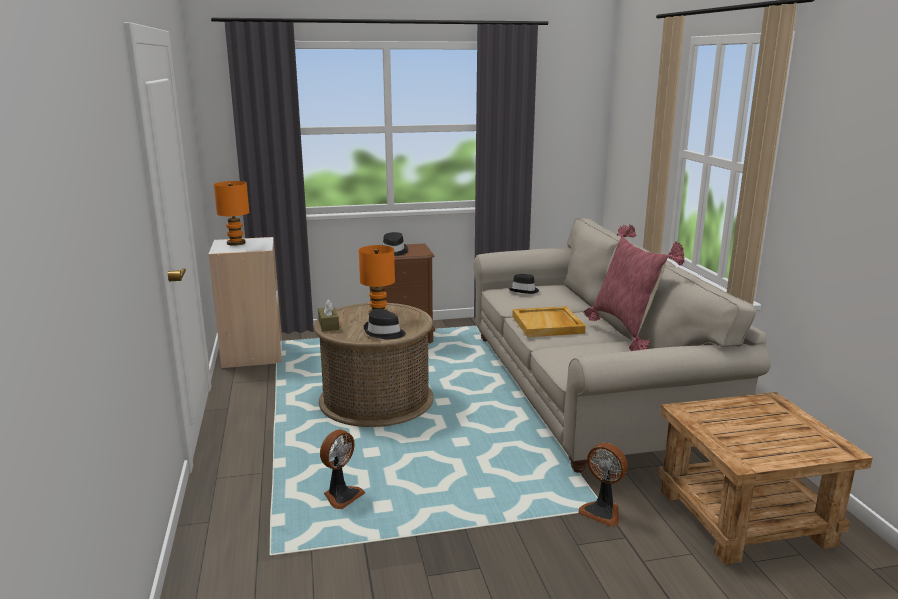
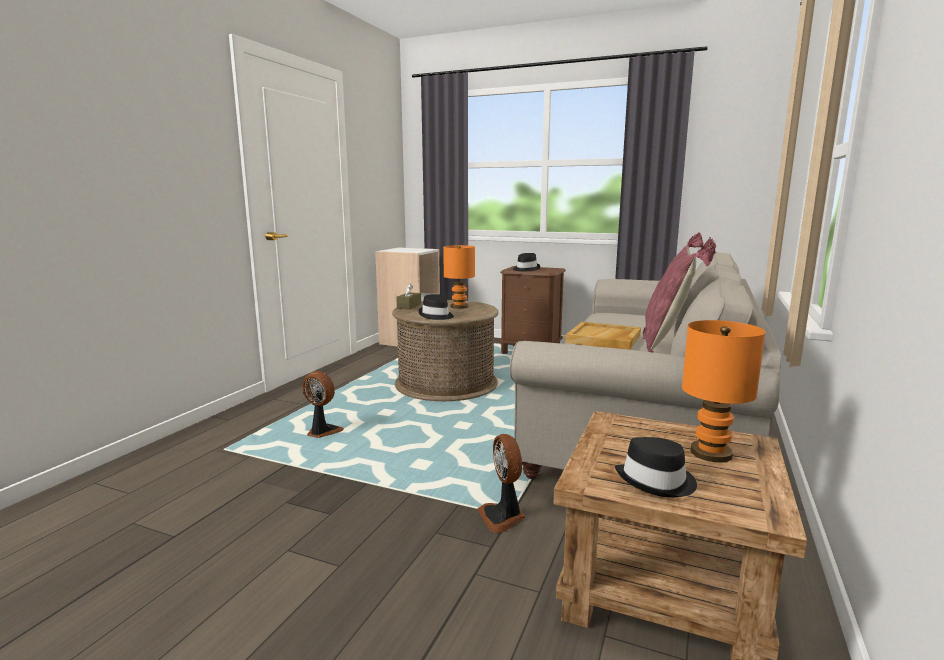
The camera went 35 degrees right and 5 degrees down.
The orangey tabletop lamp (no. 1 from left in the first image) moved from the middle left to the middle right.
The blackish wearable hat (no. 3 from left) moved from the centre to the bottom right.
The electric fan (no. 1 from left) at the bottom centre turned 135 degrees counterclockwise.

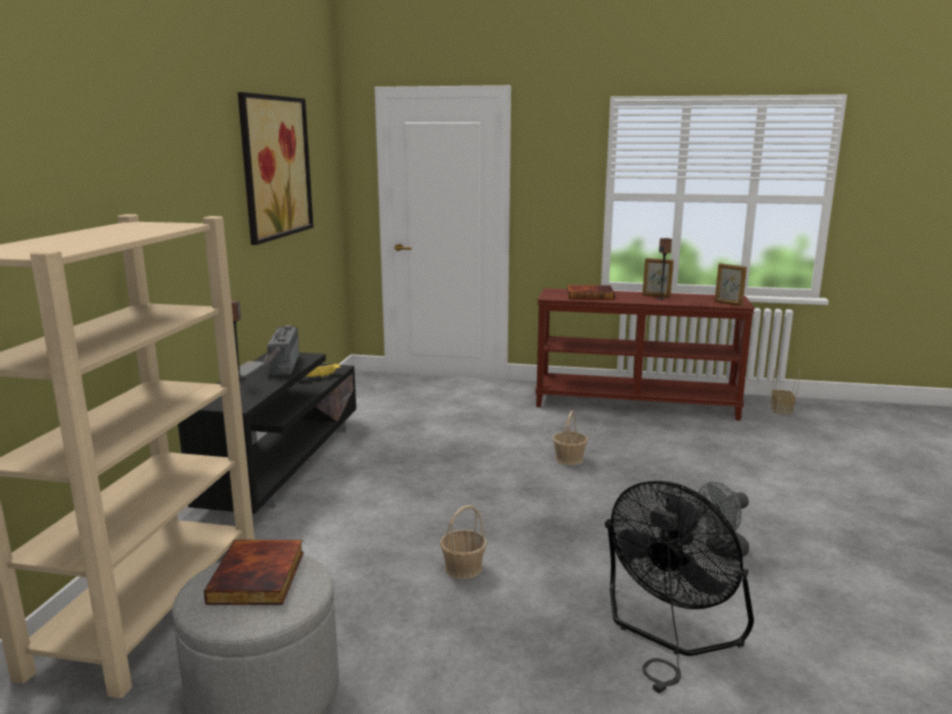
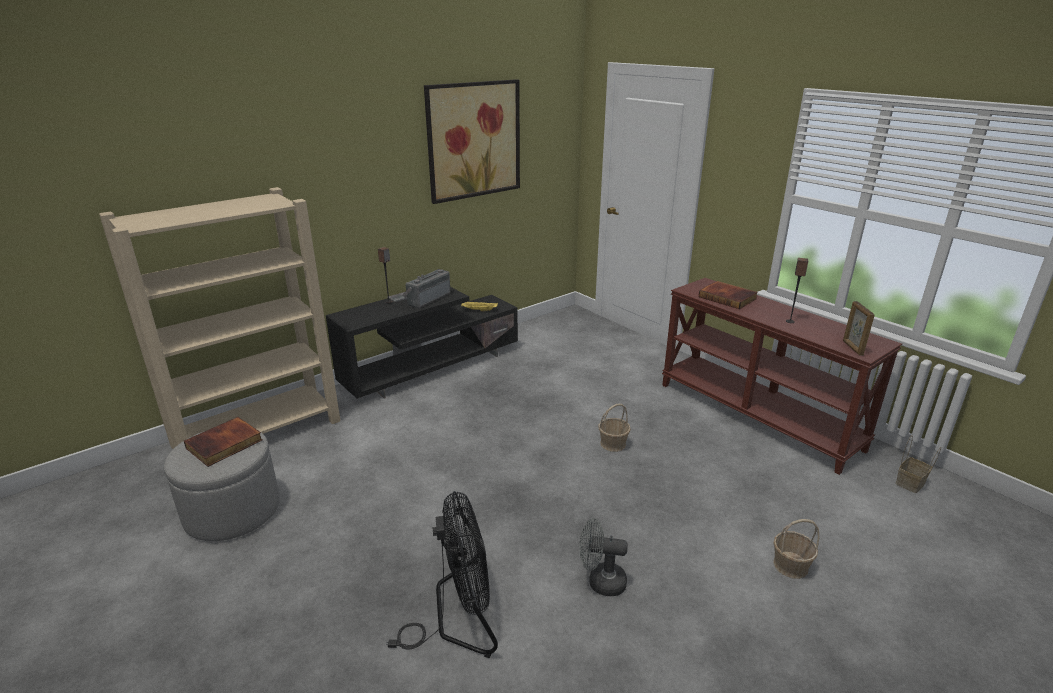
The camera went 40 degrees right and 10 degrees up.
The standing frame (no. 1 from left) at the middle right disappeared.
The basket (no. 1 from left in the first image) moved from the bottom centre to the bottom right.

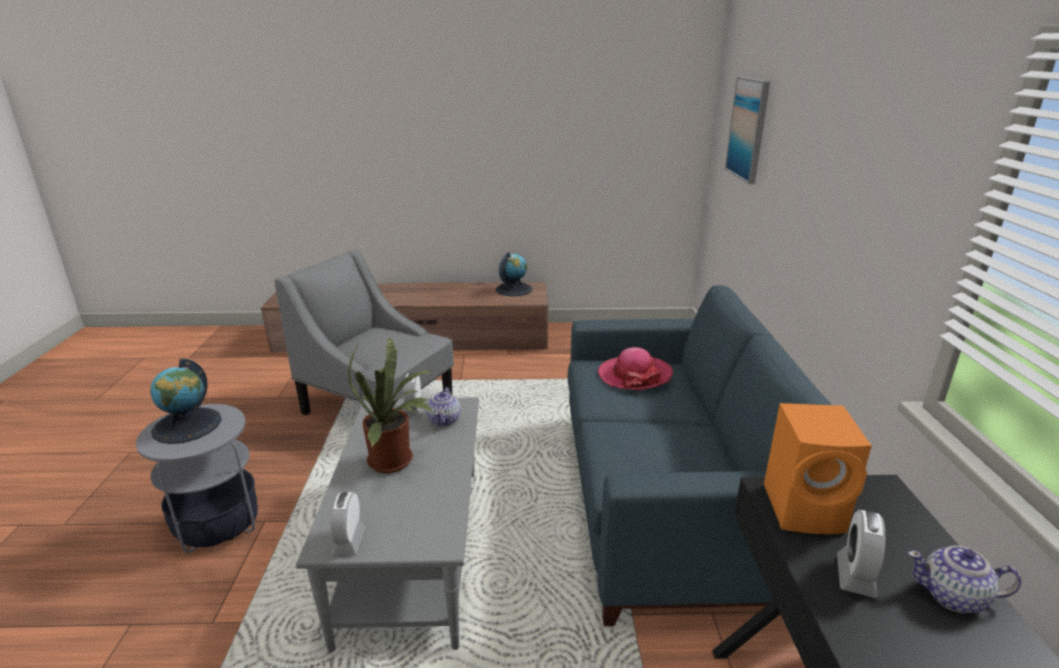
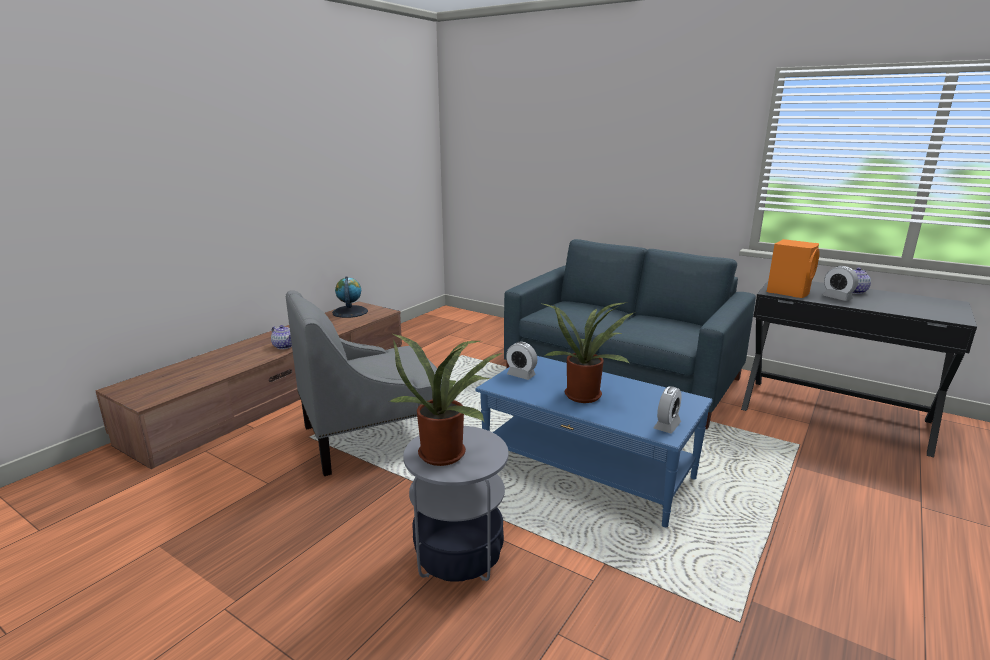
The camera went 55 degrees left and 5 degrees down.
The wearable hat at the centre disappeared.
The picture at the top right disappeared.
The teapot (no. 1 from left) moved from the centre to the middle left.
The world globe (no. 1 from left) at the middle left was replaced by the potted plant (no. 1 from left) at the centre.
The greyish lounge table at the bottom centre became the blue-coloured lounge table at the bottom centre.
The table clock (no. 1 from left in the first image) at the bottom left turned 90 degrees counterclockwise.

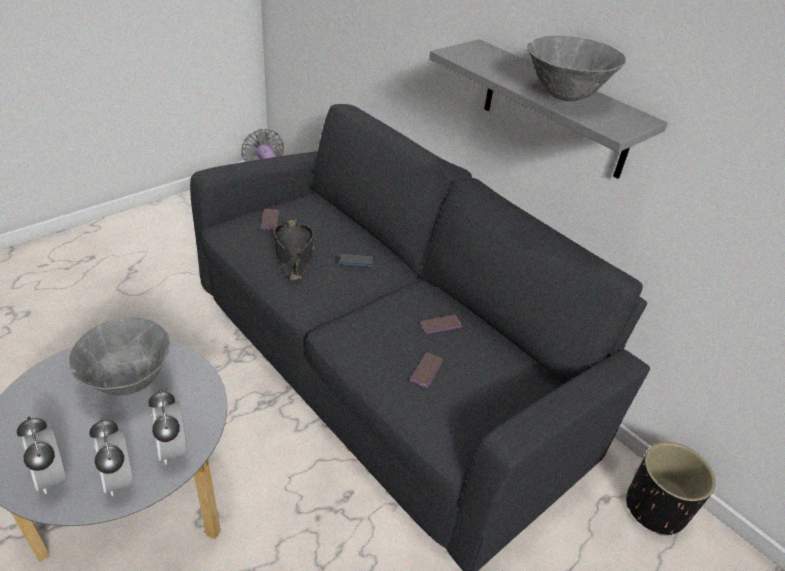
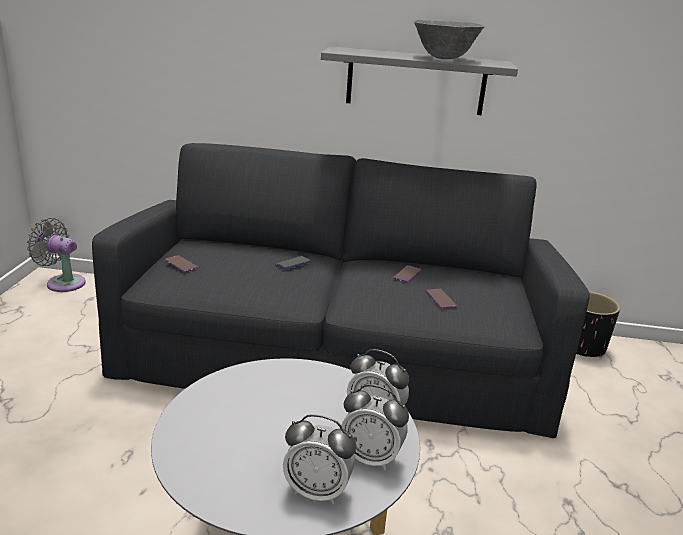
The camera went 40 degrees left and 15 degrees down.
The greyish bowl (no. 1 from left) at the middle left disappeared.
The blackish wearable hat at the centre disappeared.

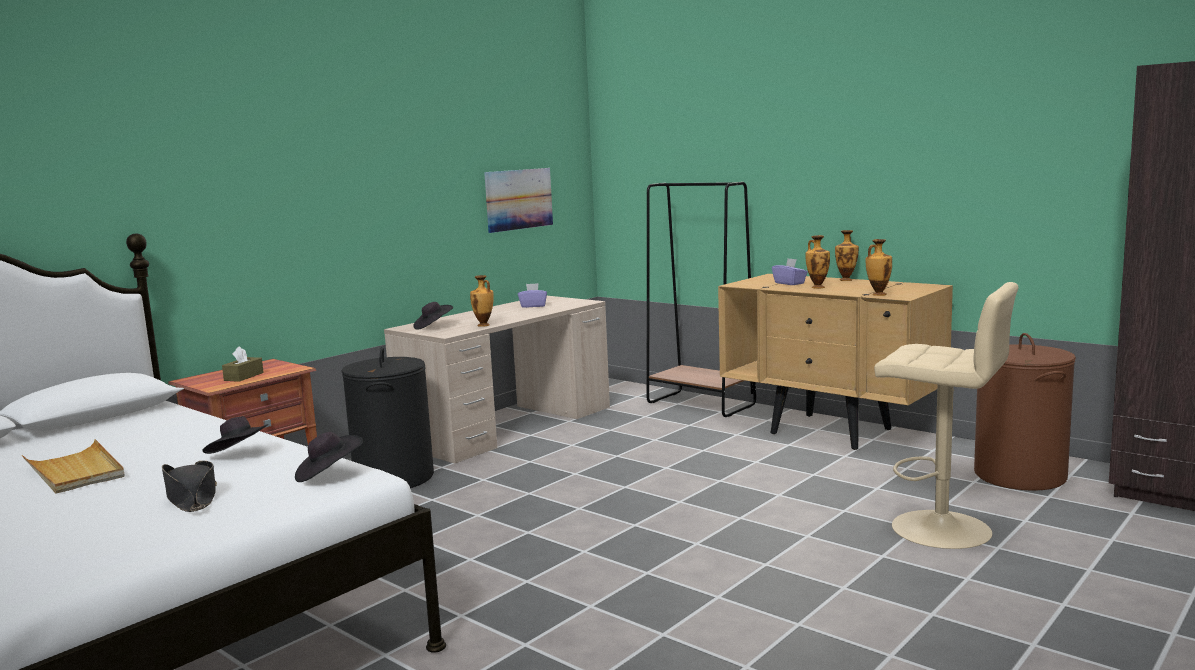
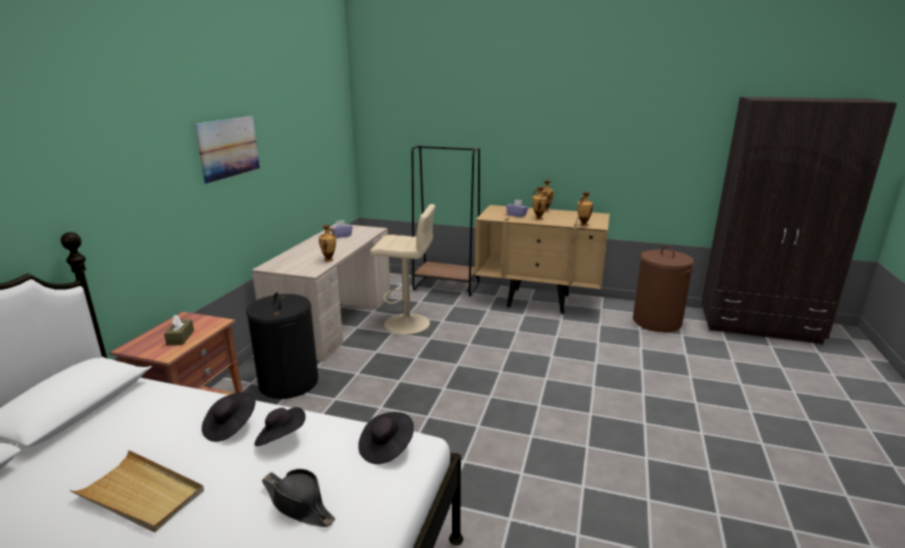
The camera went 25 degrees left and 10 degrees up.
The blackish wearable hat (no. 4 from left in the first image) moved from the centre to the bottom left.
The picture moved from the top centre to the top left.
The beige-coloured stool seat moved from the middle right to the centre.

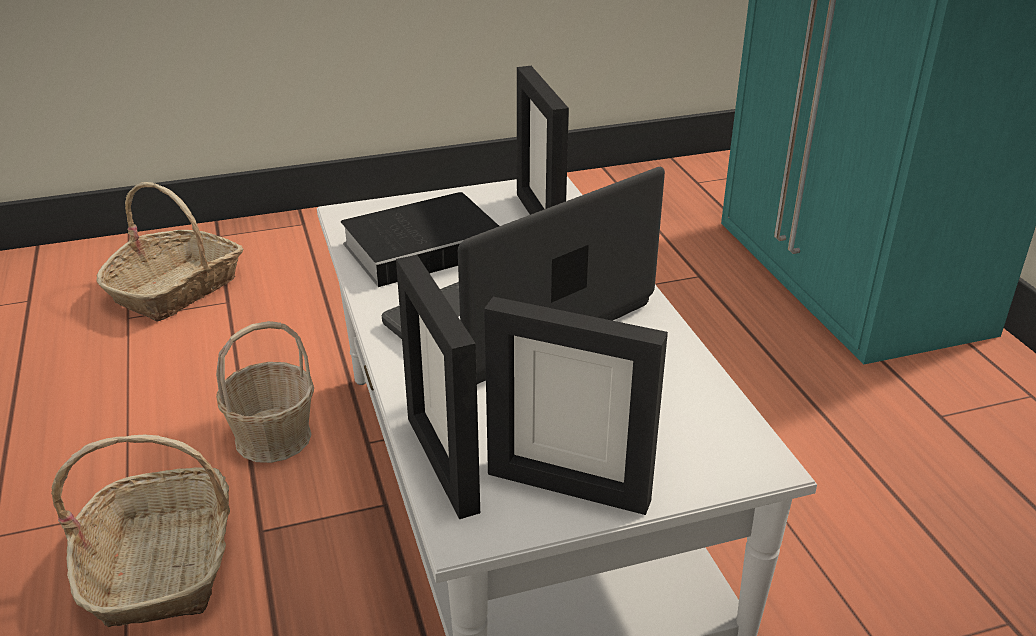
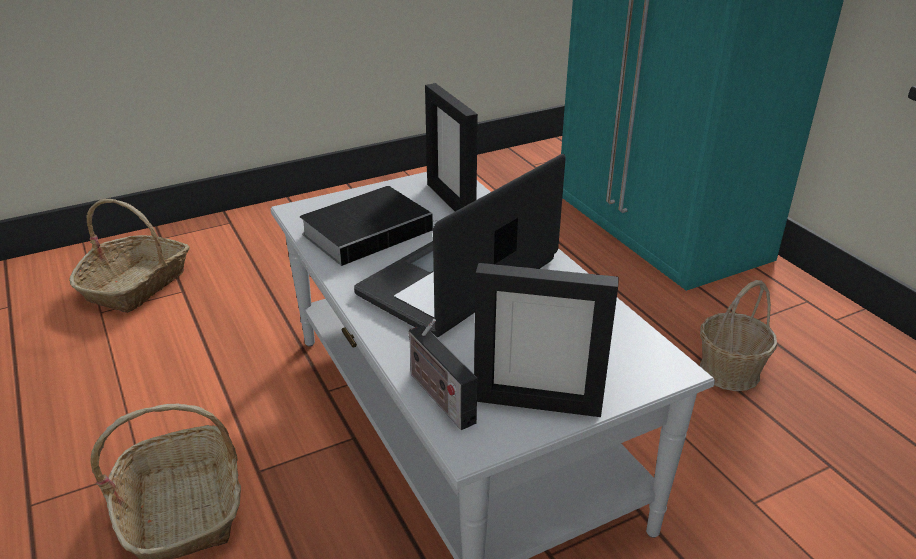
The camera went 10 degrees left and 0 degrees up.
The basket (no. 3 from left) moved from the middle left to the middle right.
The standing frame (no. 1 from left) at the centre was replaced by the radio at the bottom centre.

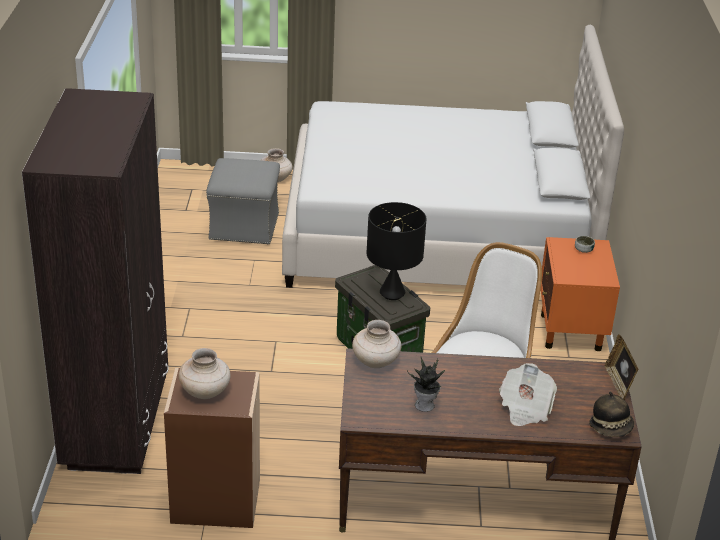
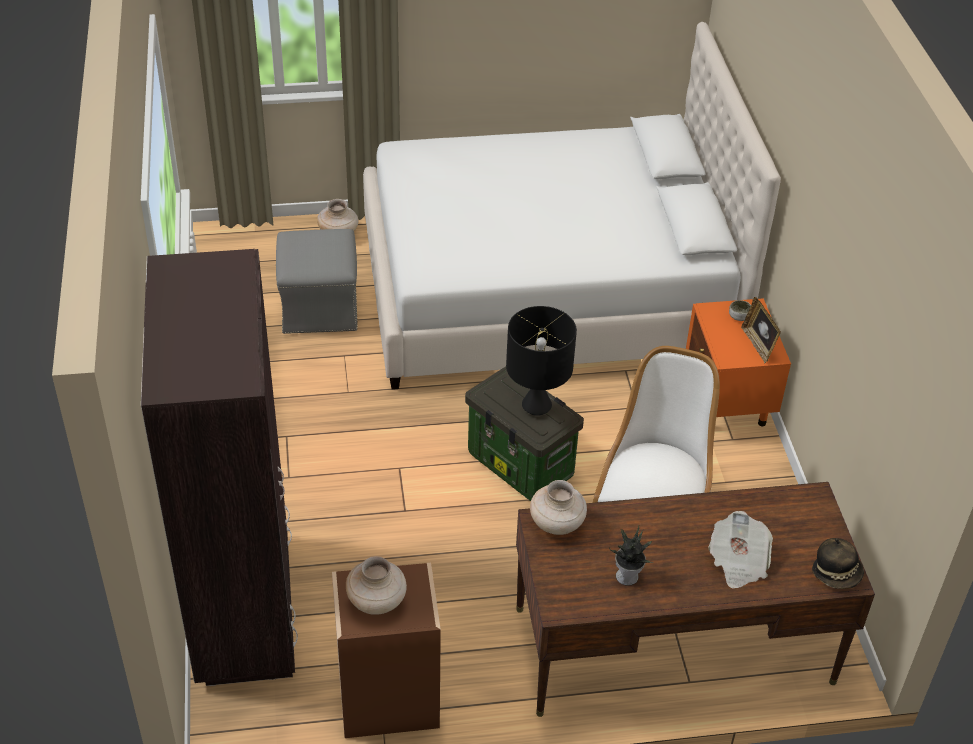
The camera went 10 degrees left and 10 degrees up.
The standing frame moved from the bottom right to the middle right.

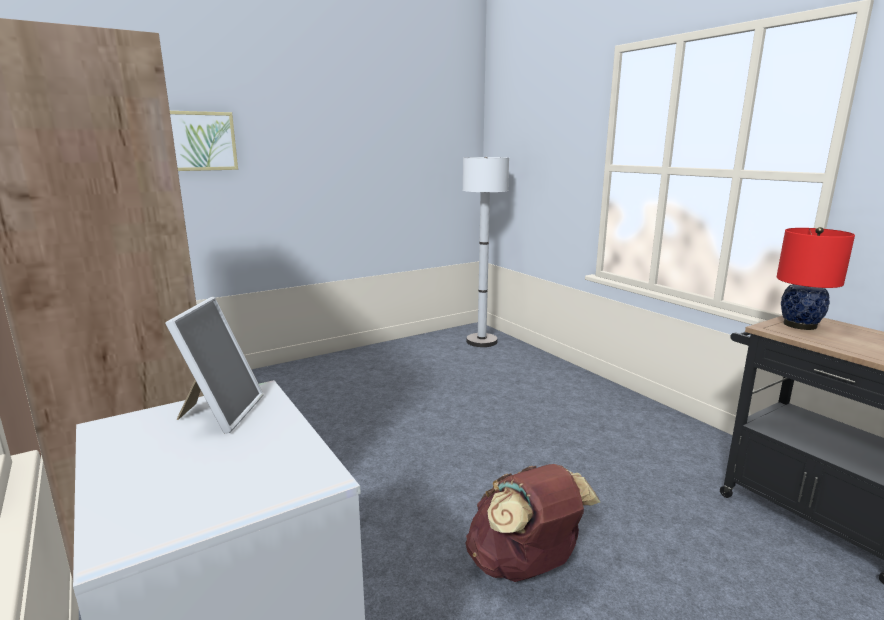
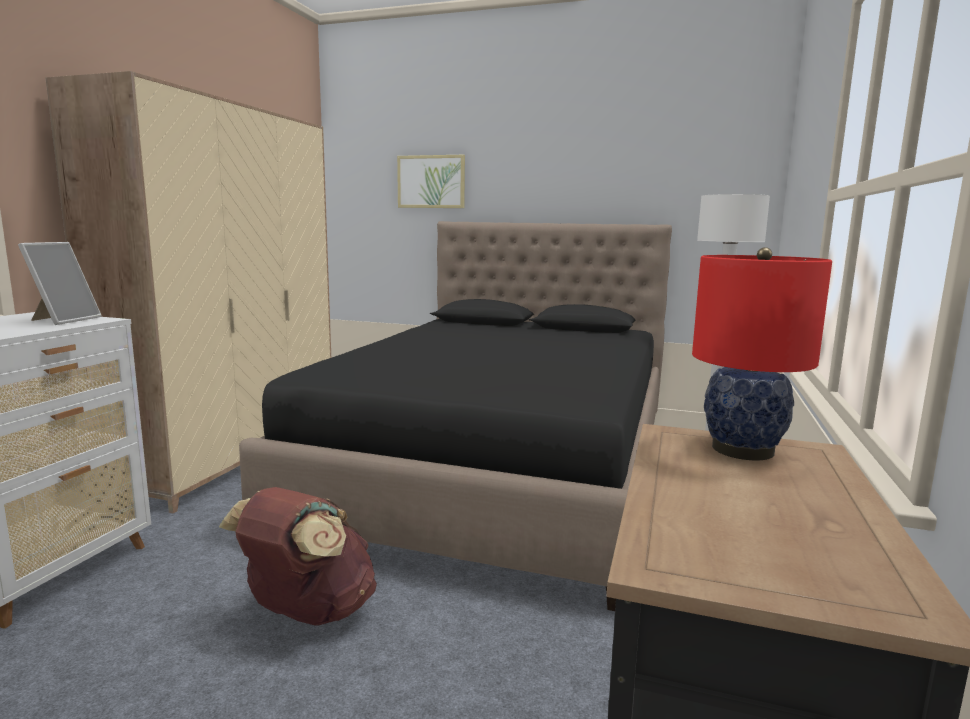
The camera went 50 degrees right and 5 degrees down.
The blackish bedroom bed at the centre appeared.
The standing frame at the middle left turned 45 degrees counterclockwise.

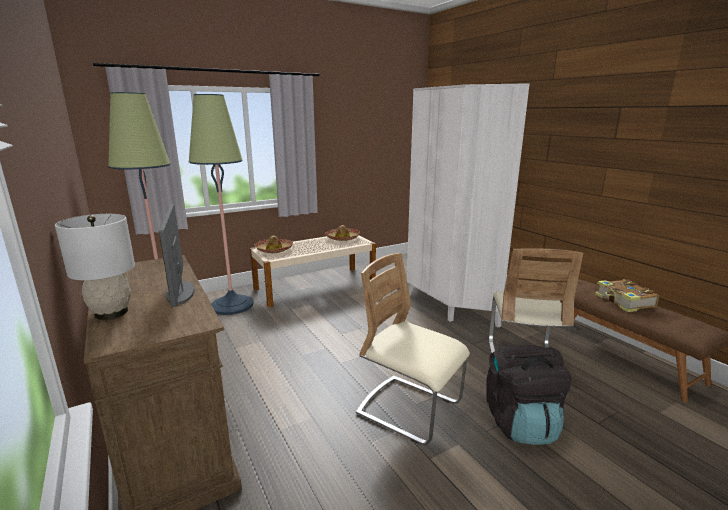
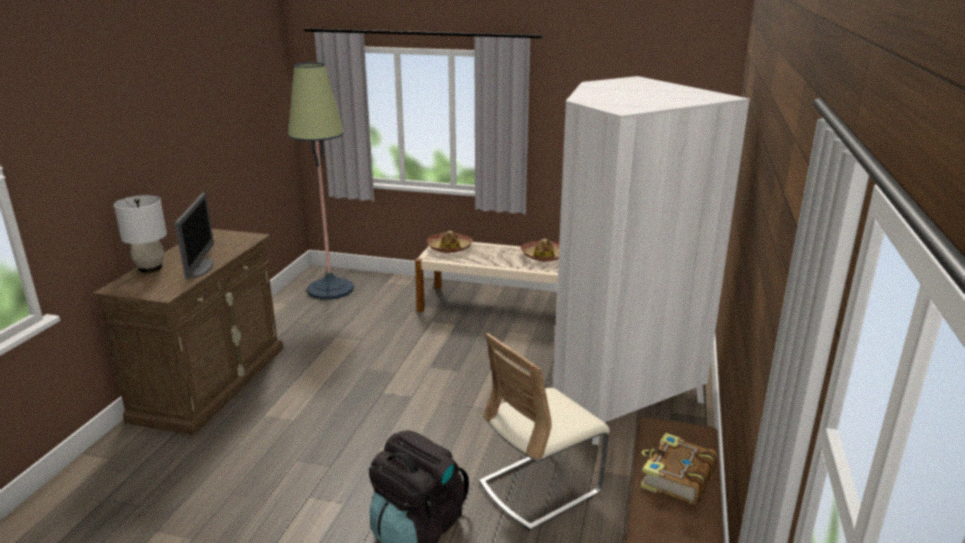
The camera went 45 degrees right and 5 degrees up.
The floor lamp (no. 2 from left) at the middle left disappeared.
The beige-coloured upright chair (no. 1 from left) at the bottom centre disappeared.
The computer display at the middle left turned 150 degrees clockwise.

